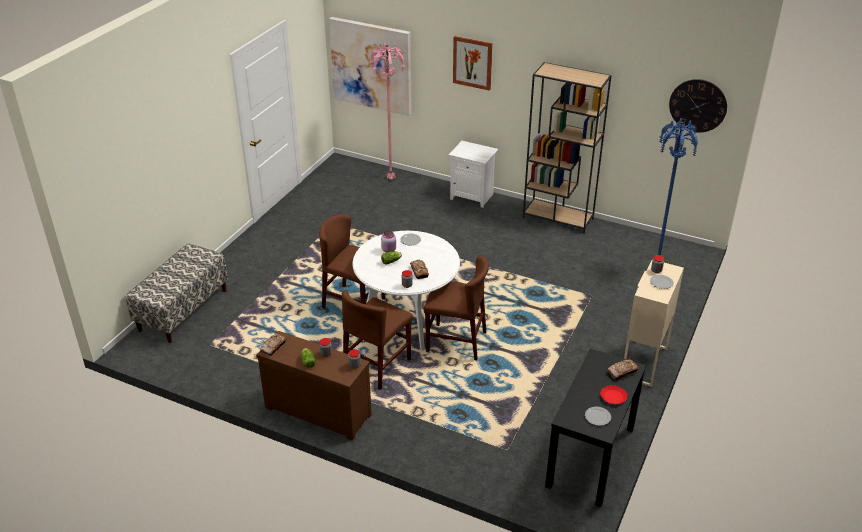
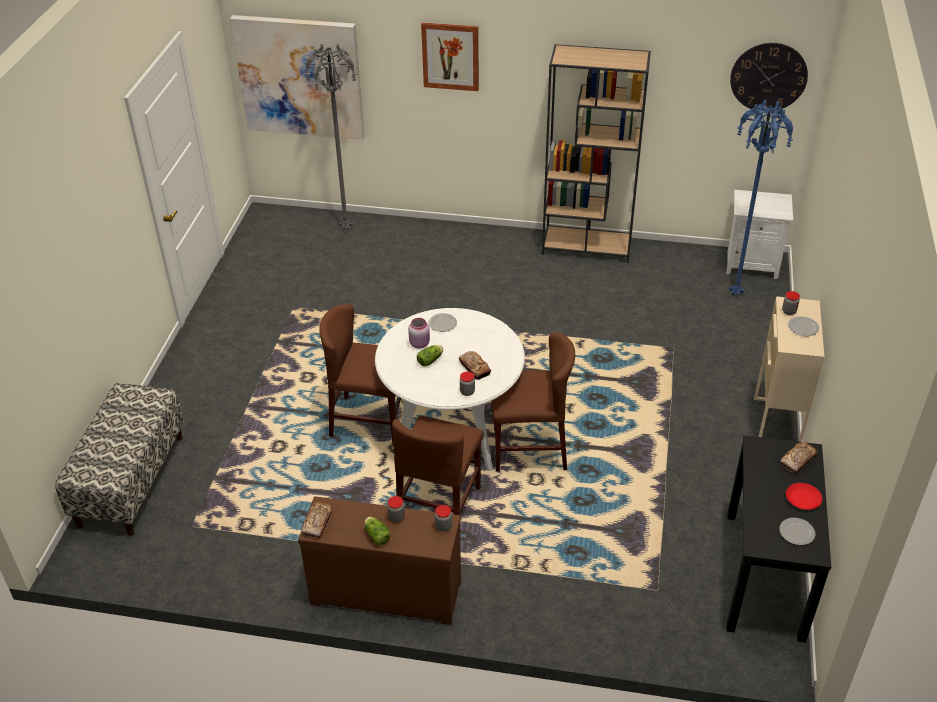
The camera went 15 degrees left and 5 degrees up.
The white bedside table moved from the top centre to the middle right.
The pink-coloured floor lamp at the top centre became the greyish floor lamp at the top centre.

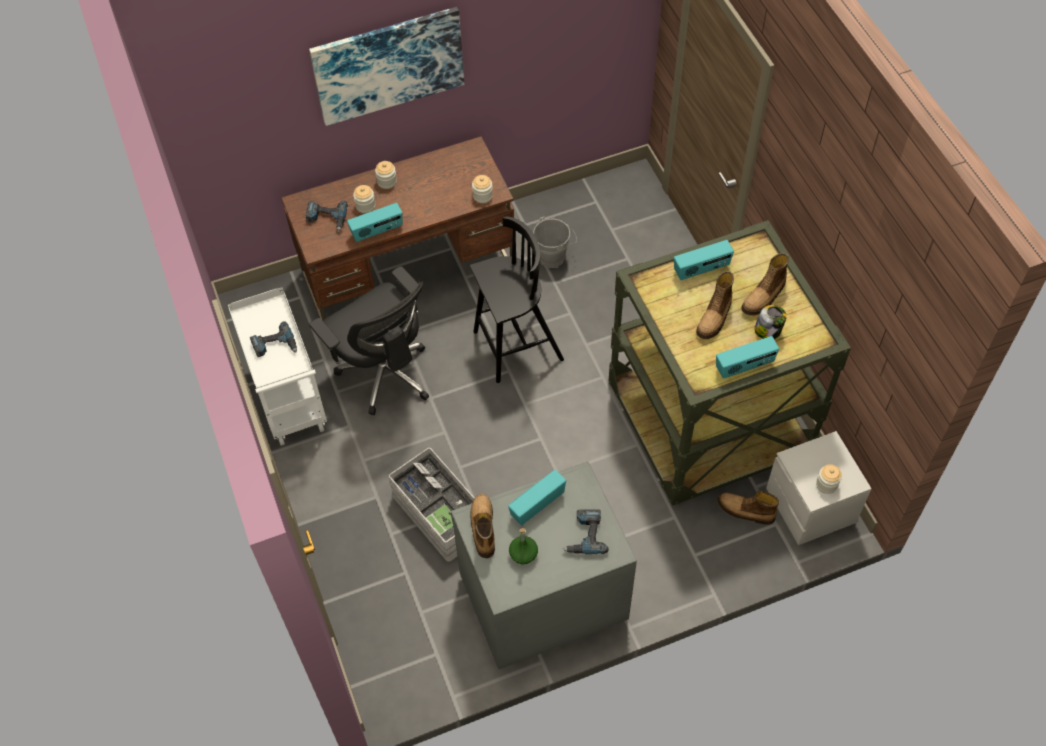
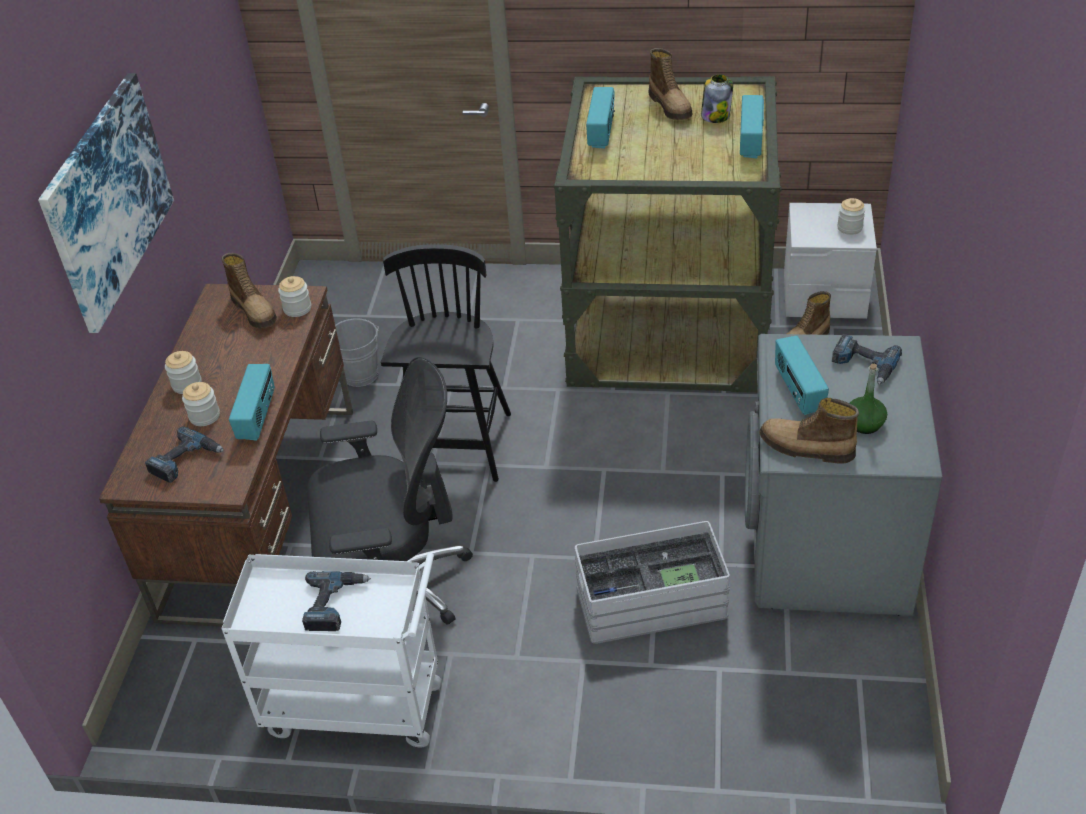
The camera went 60 degrees left and 15 degrees down.
The boot (no. 2 from left in the first image) moved from the middle right to the middle left.

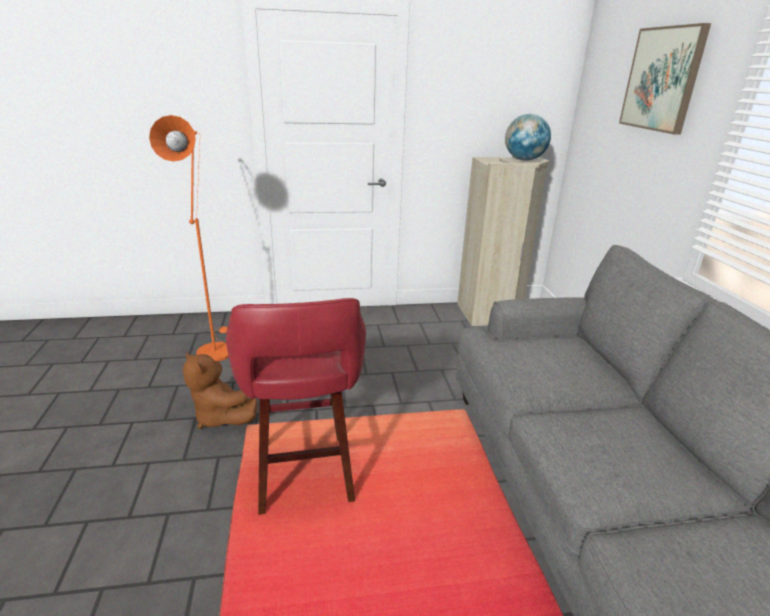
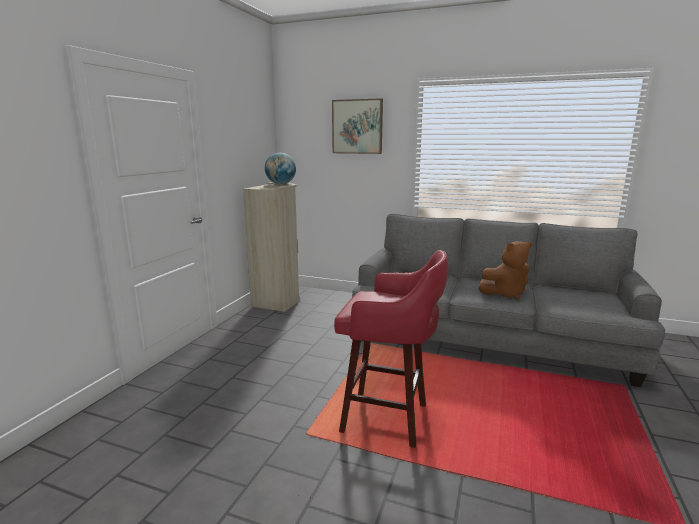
The camera went 60 degrees left and 10 degrees down.
The orangey floor lamp at the middle left disappeared.
The brown-coloured plush toy moved from the middle left to the middle right.

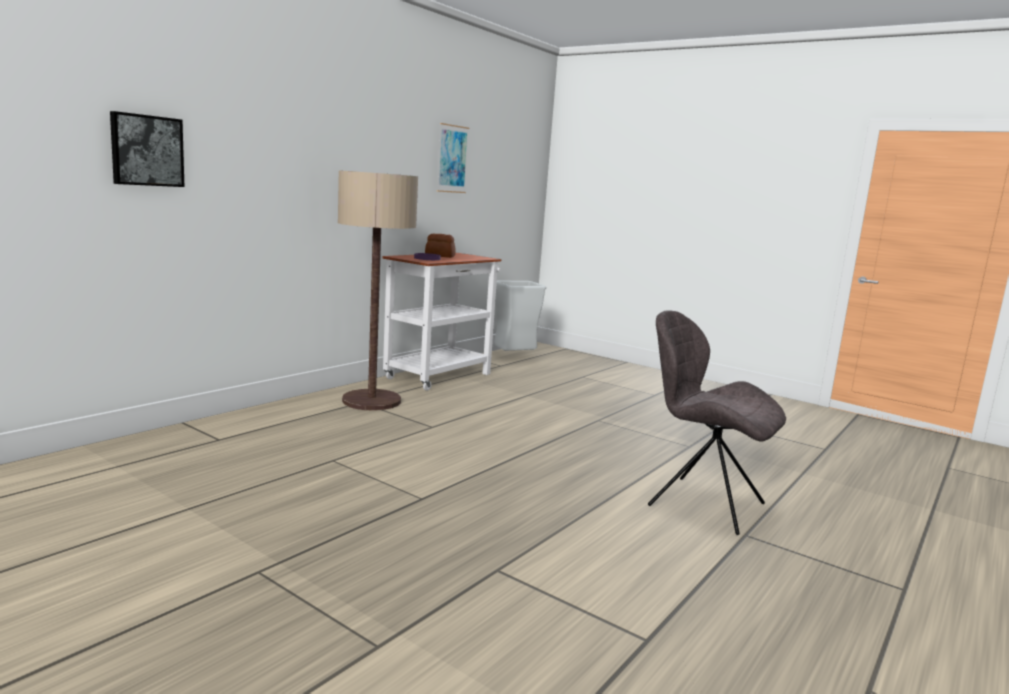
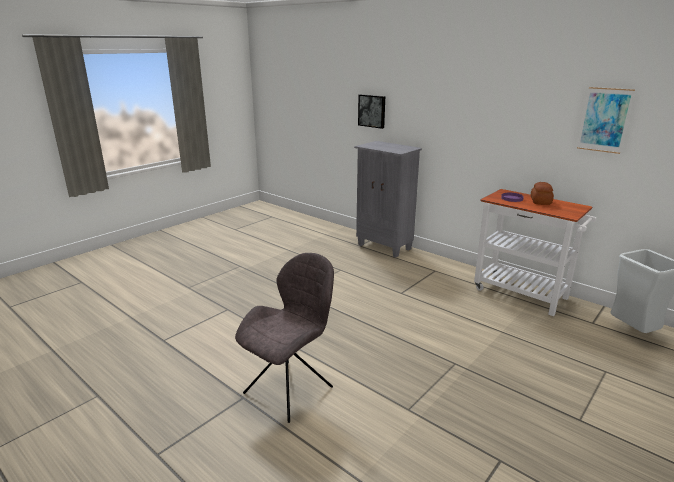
The camera went 95 degrees right and 10 degrees up.
The floor lamp at the centre disappeared.
The greyish storage cabinet at the centre appeared.

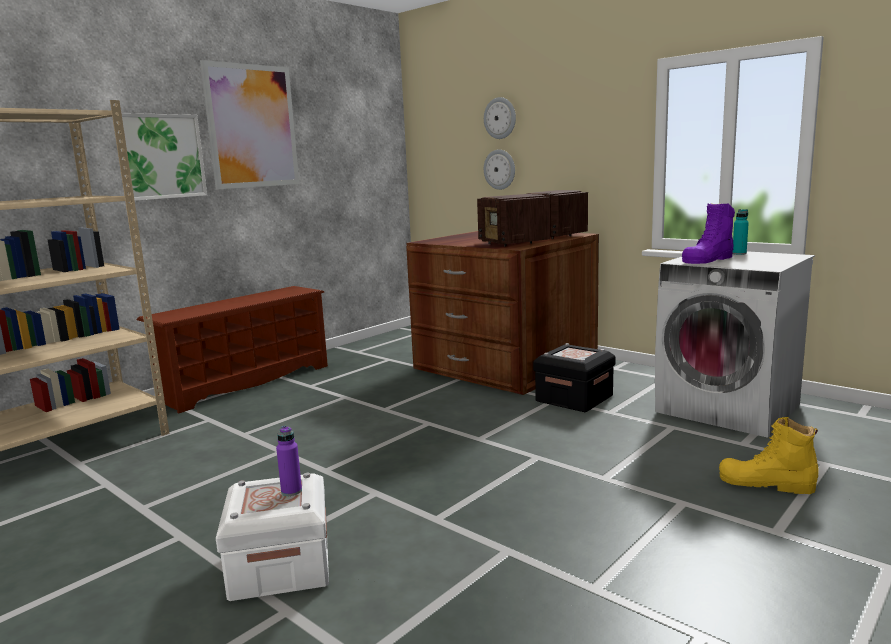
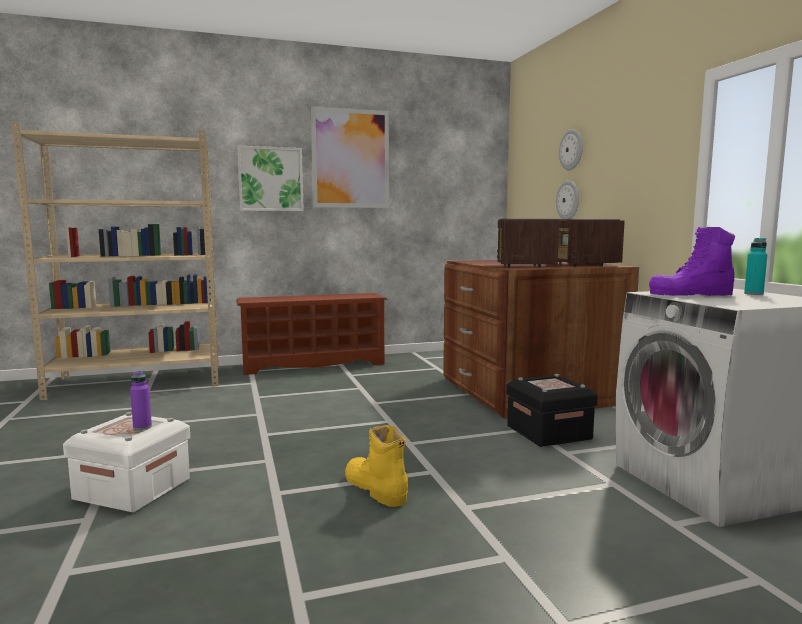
The camera went 30 degrees right and 5 degrees down.
The yellow boot moved from the bottom right to the bottom centre.

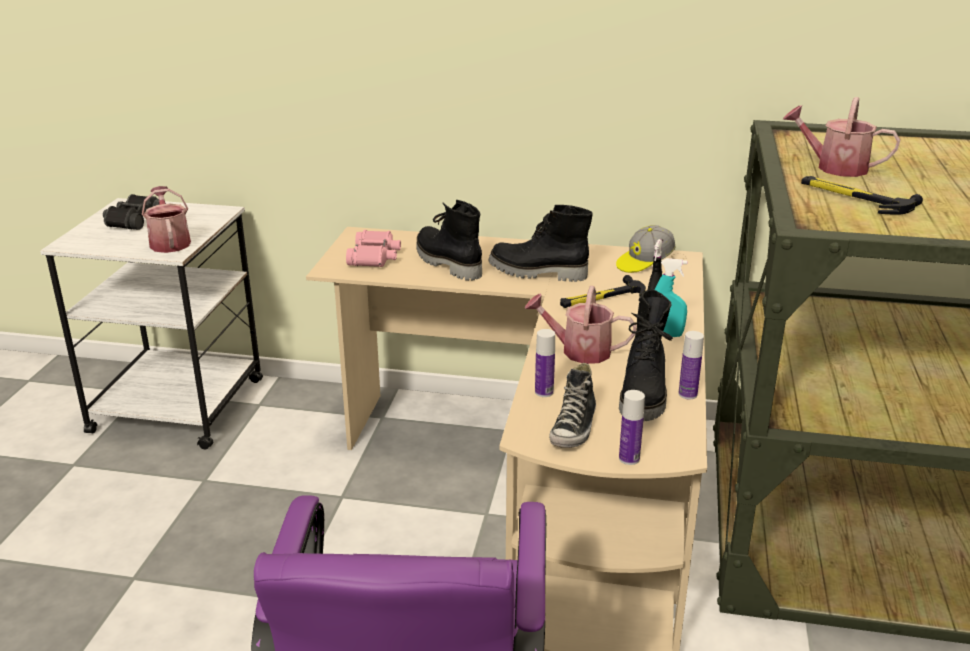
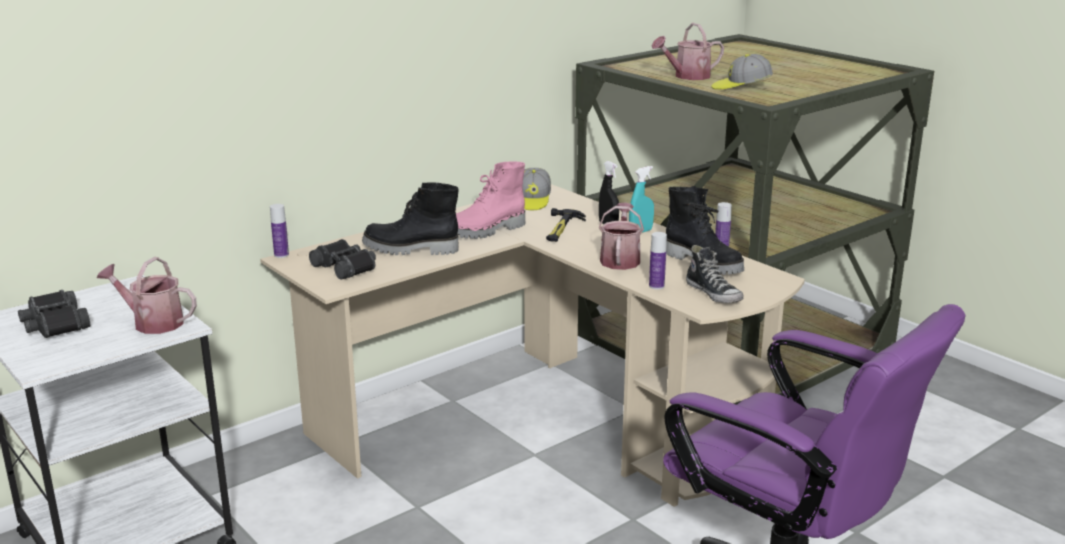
The camera went 50 degrees left and 5 degrees down.
The drink bottle (no. 2 from left in the first image) moved from the centre to the middle left.
The hammer (no. 2 from left) at the top right was replaced by the cap (no. 2 from left) at the top right.
The pink-coloured field glasses at the centre became the blackish field glasses (no. 2 from left) at the middle left.
The blackish boot (no. 2 from left) at the centre became the pink-coloured boot at the centre.
The sprinkling can (no. 2 from left) at the centre turned 135 degrees clockwise.

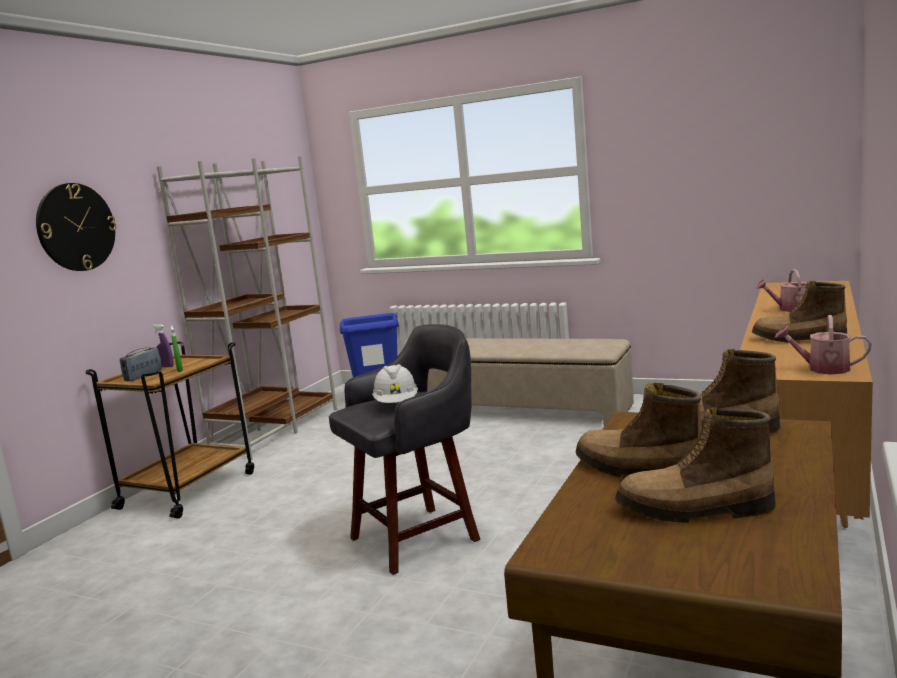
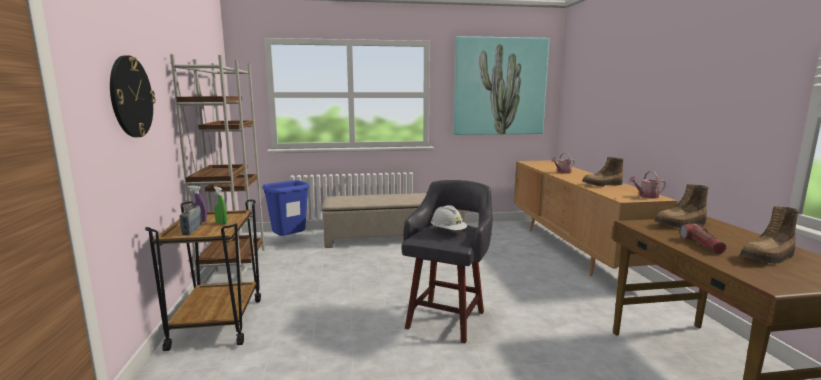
The camera went 35 degrees left and 0 degrees up.
The picture at the top centre appeared.
The boot (no. 1 from left) at the middle right was replaced by the flashlight at the middle right.

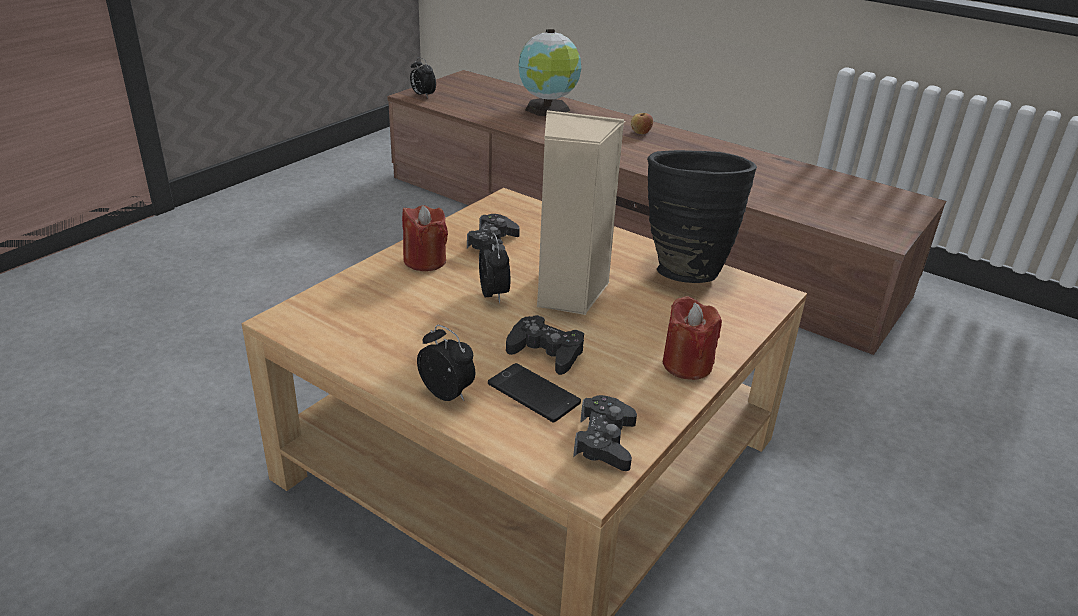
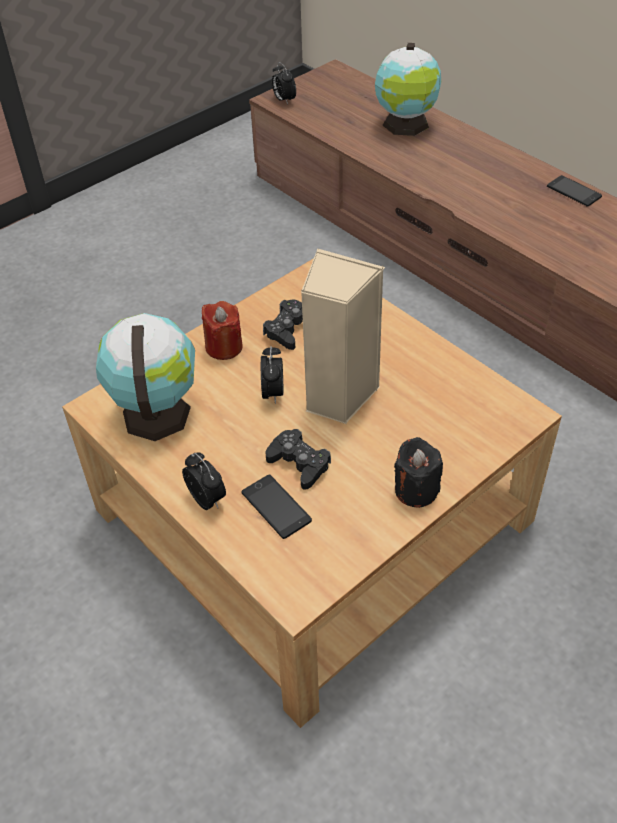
The camera went 15 degrees right and 15 degrees up.
The blackish gamepad (no. 3 from left) at the bottom centre disappeared.
The whole apple at the top centre disappeared.
The blackish decorative vase at the centre disappeared.
The world globe (no. 1 from left) at the middle left appeared.
The phone (no. 2 from left) at the top right appeared.
The red candle (no. 2 from left) at the centre became the blackish candle at the middle right.

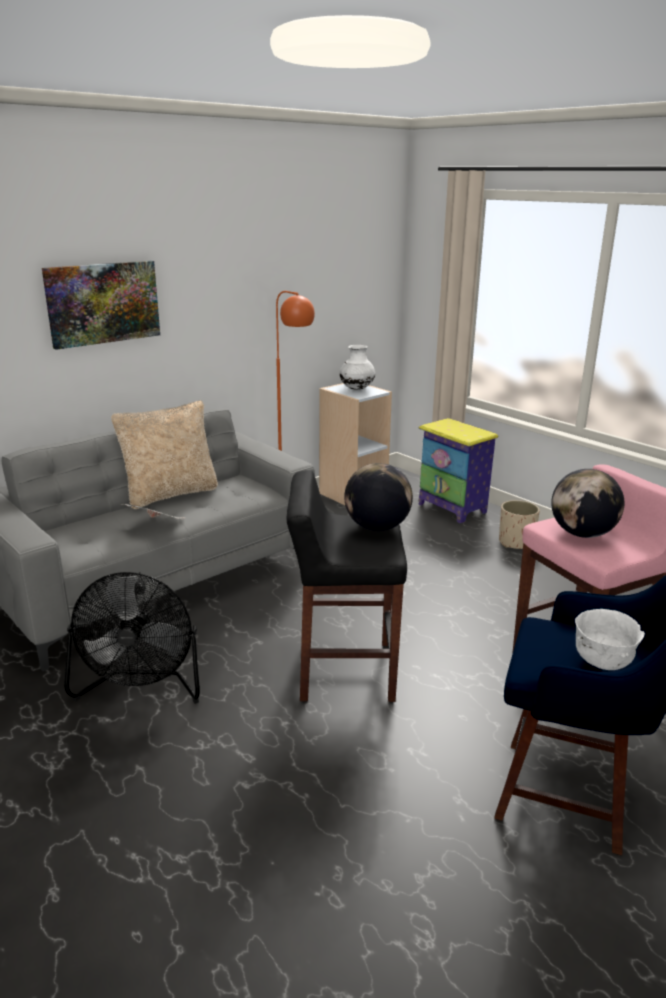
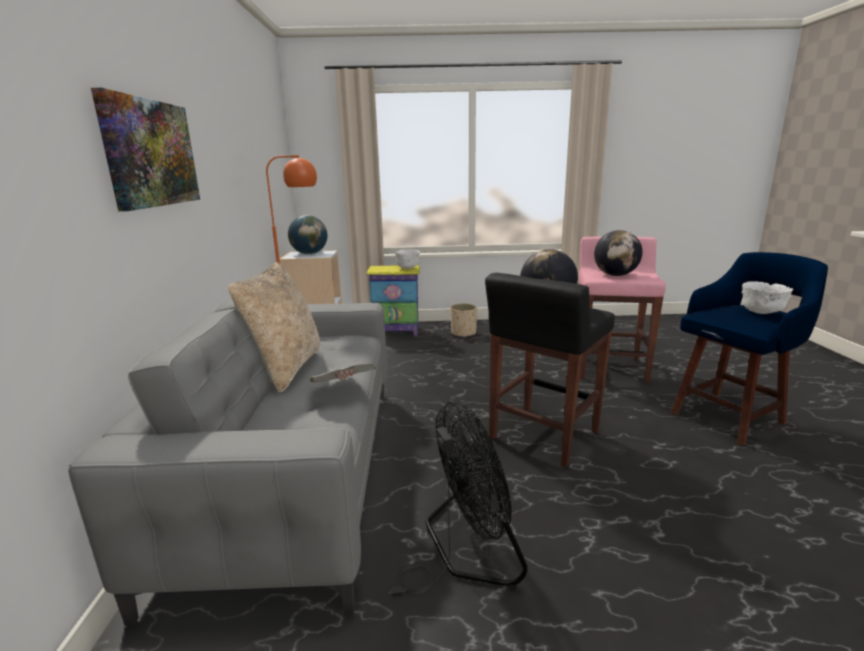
The camera went 50 degrees left and 5 degrees down.
The white bowl (no. 1 from left) at the centre appeared.
The white decorative vase at the centre was replaced by the world globe (no. 1 from left) at the centre.
The blackish electric fan at the middle left turned 60 degrees counterclockwise.

